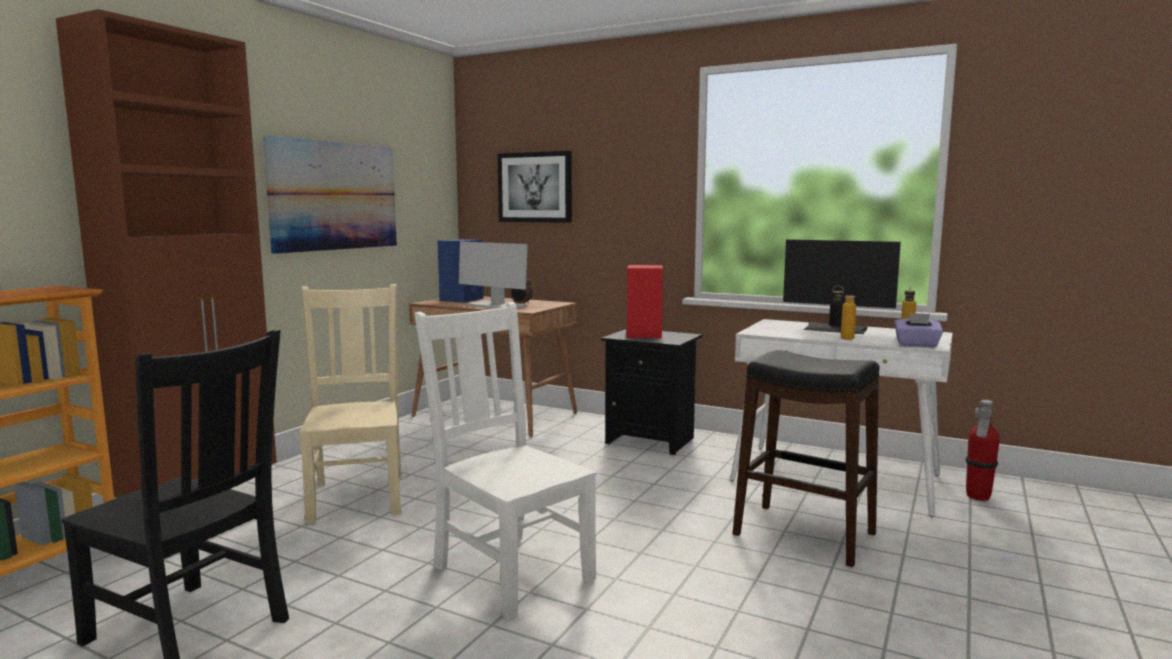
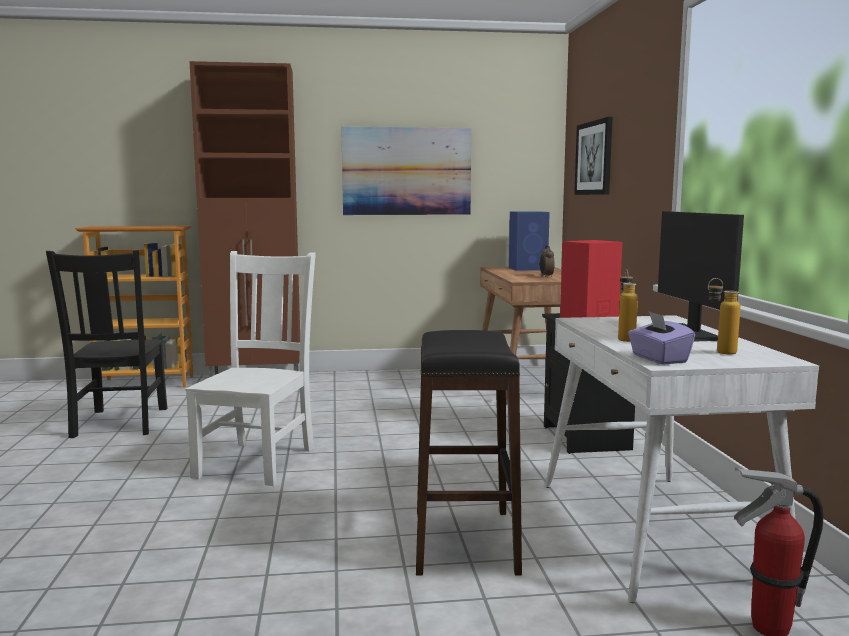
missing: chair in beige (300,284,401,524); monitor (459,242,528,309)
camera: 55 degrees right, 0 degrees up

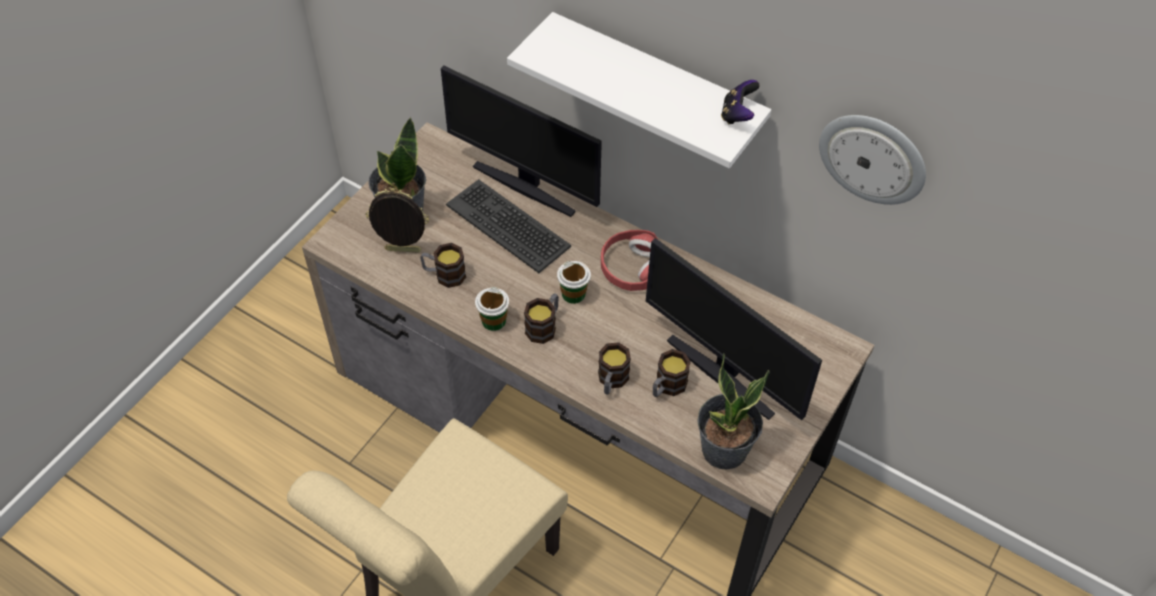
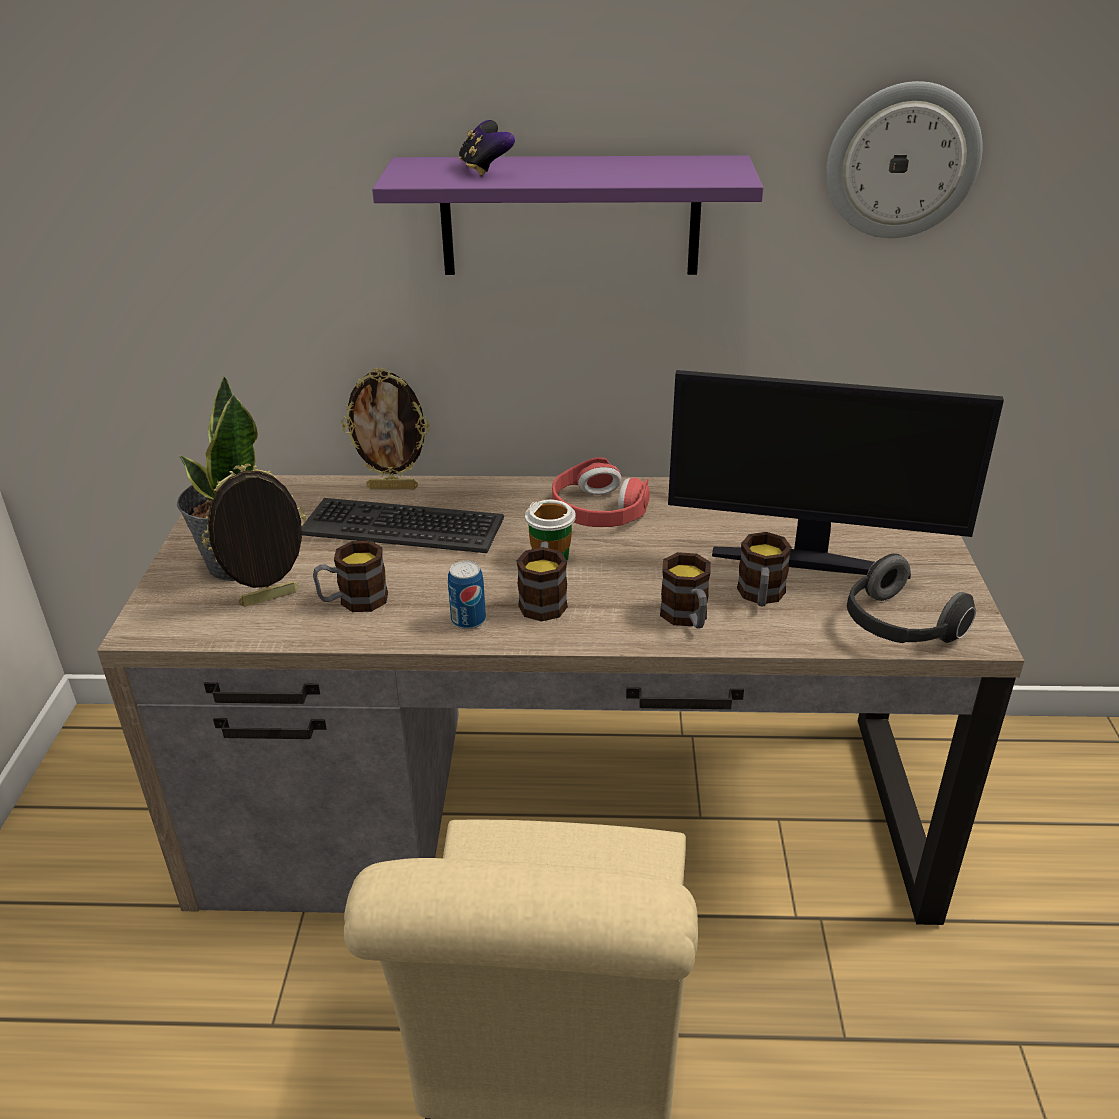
relocated: game controller (721,80,760,125) to (459,120,515,176)
exchanged: monitor (441,66,602,217) to picture frame (341,368,430,489); cup (475,287,509,331) to can (448,561,486,630); potted plant (697,353,770,469) to headphones (847,554,976,643)
colour: shelf in white (507,12,771,168) to shelf in purple (372,155,763,275)
camera: 30 degrees left, 20 degrees down

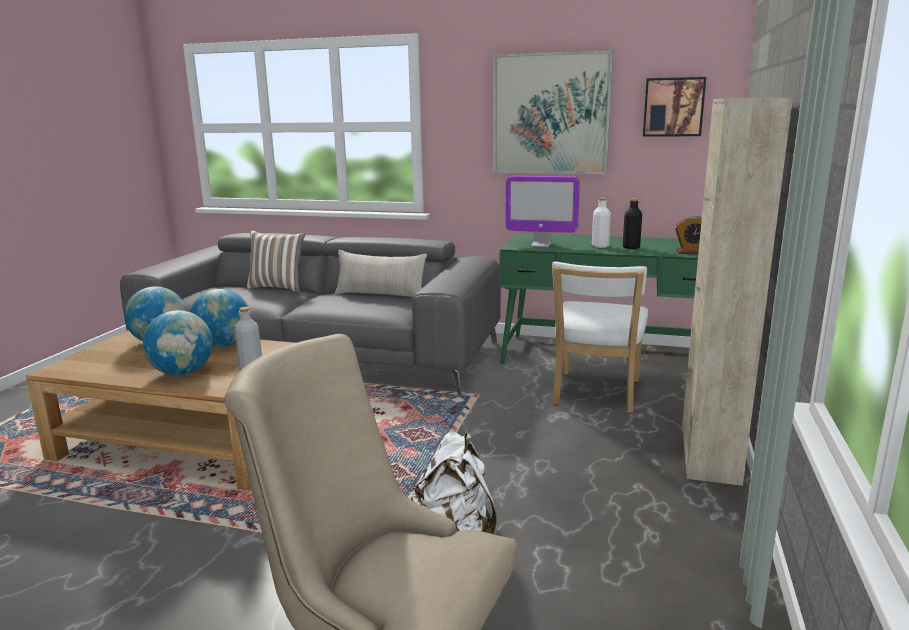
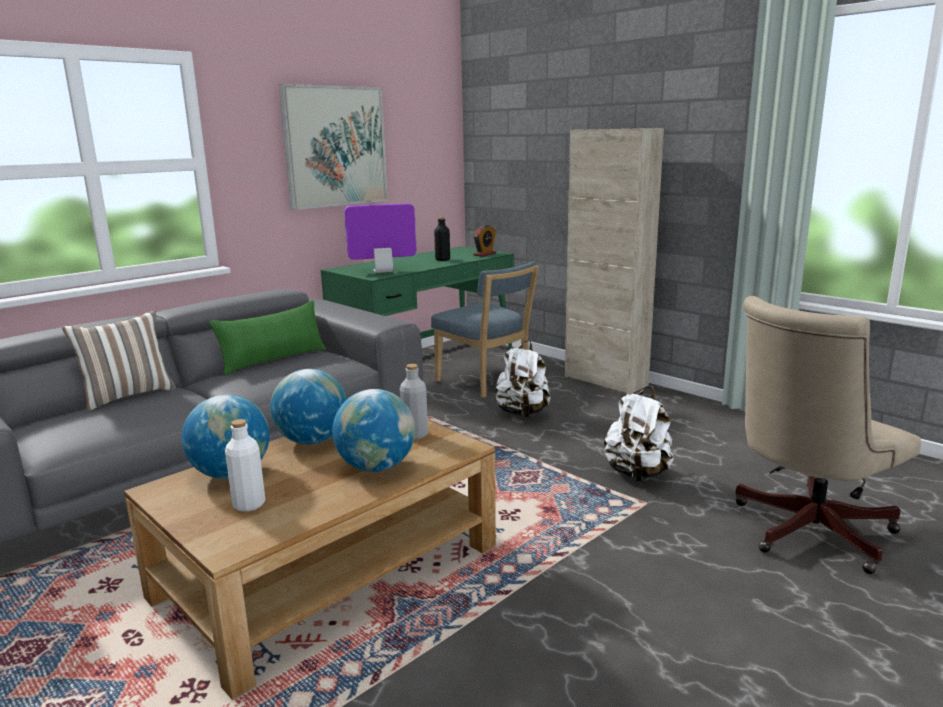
missing: picture (643,77,706,136)
appeared: backpack in white (495,340,551,418)
relocated: bottle in white (592,198,611,248) to (225,419,265,512)
colour: pillow in beige (335,250,427,297) to pillow in green (209,301,326,376); chair in white (552,262,648,413) to chair in blue (431,261,539,398)
spun: monitor (506,176,580,247) = (344,203,416,273) 150 degrees counterclockwise
camera: 60 degrees left, 0 degrees up

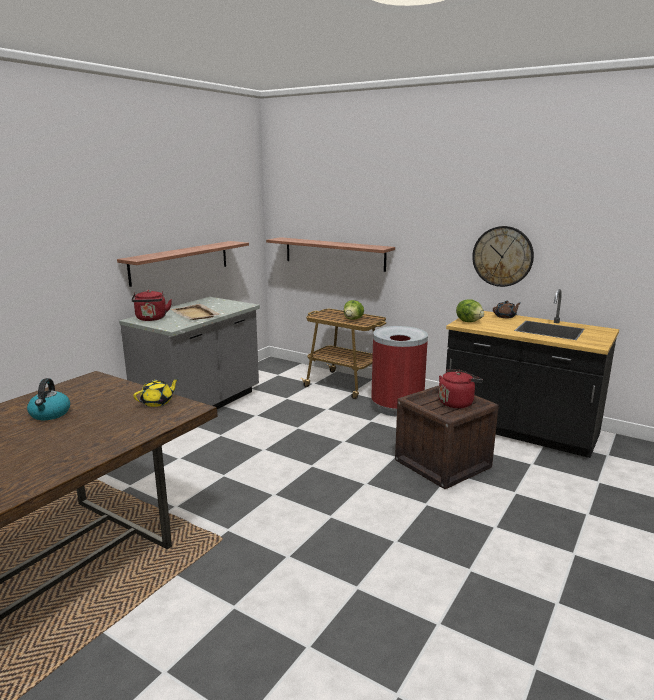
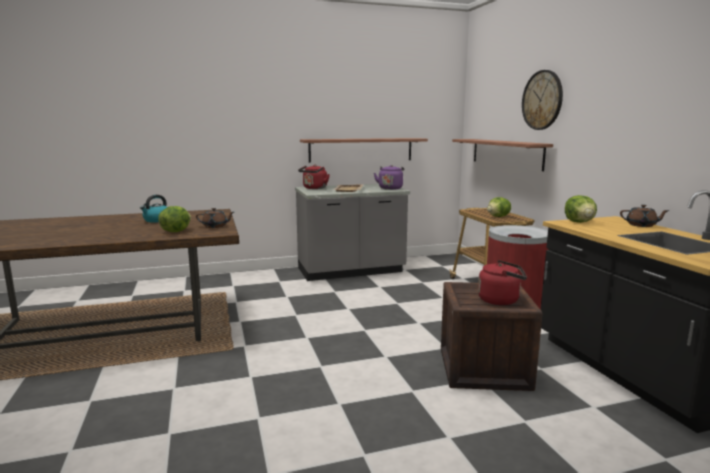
appeared: lettuce (158,206,191,232); kettle in purple (374,165,404,190)
relocated: wall clock (472,226,534,287) to (522,70,563,130)
colour: teapot in yellow (134,378,179,407) to teapot in brown (196,208,234,228)
camera: 40 degrees right, 5 degrees down

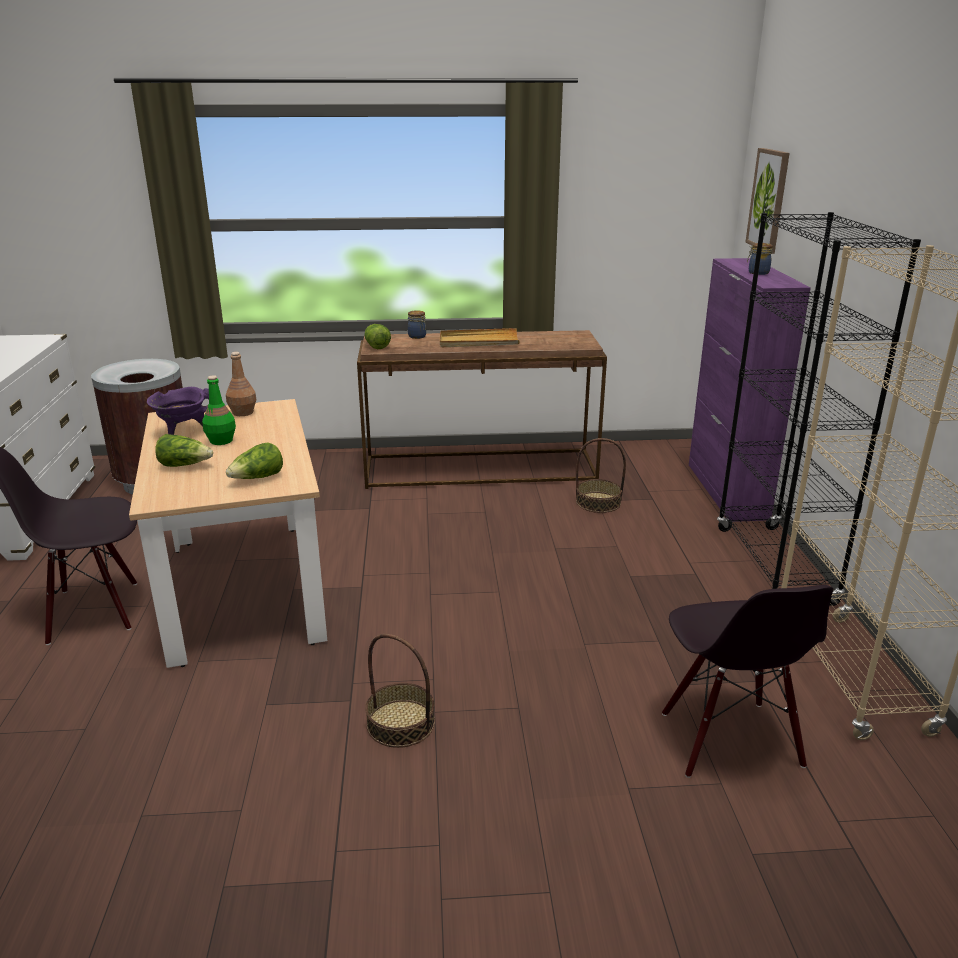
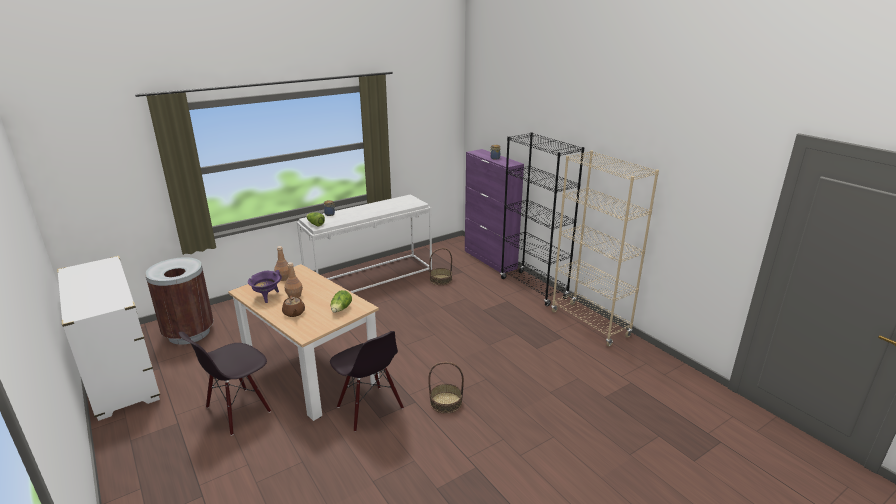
missing: tray in beige (440,328,519,347); picture (746,148,790,254)
relocated: chair in black (662,585,833,778) to (330,331,404,432)
exchanged: lettuce (155,434,213,467) to teapot in brown (282,295,305,317)
colour: bottle in green (202,375,236,445) to bottle in brown (285,262,303,298); console table in brown (357,330,607,489) to console table in white (297,194,432,293)
camera: 30 degrees left, 0 degrees up

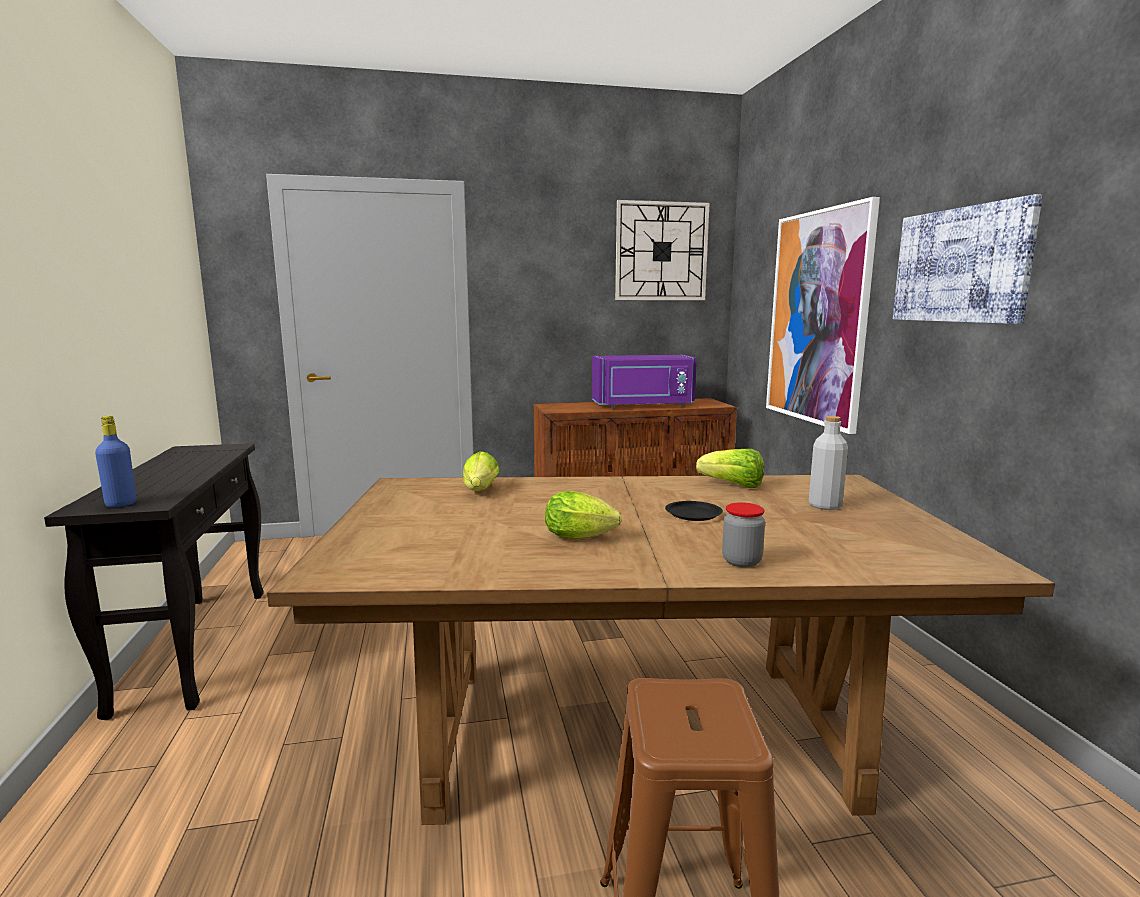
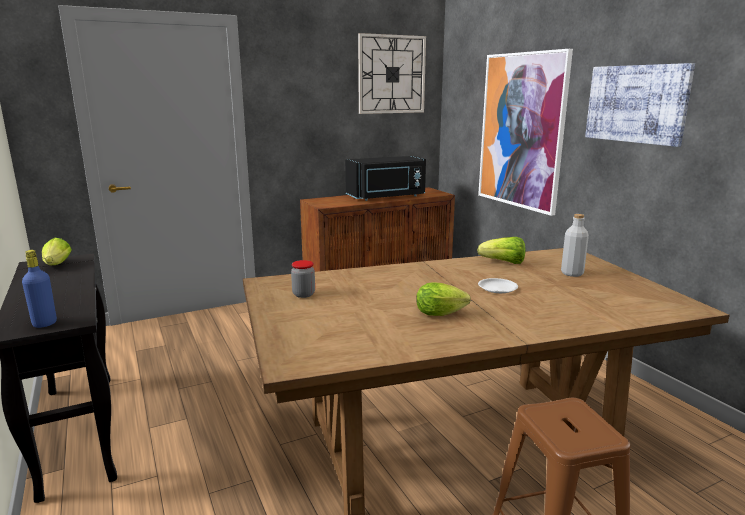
relocated: lettuce (463,451,500,491) to (42,238,72,265); jar (722,502,765,568) to (291,260,315,298)
colour: microwave in purple (592,355,697,408) to microwave in black (345,156,426,201); plate in black (665,501,723,521) to plate in white (478,278,518,293)
camera: 15 degrees left, 5 degrees up

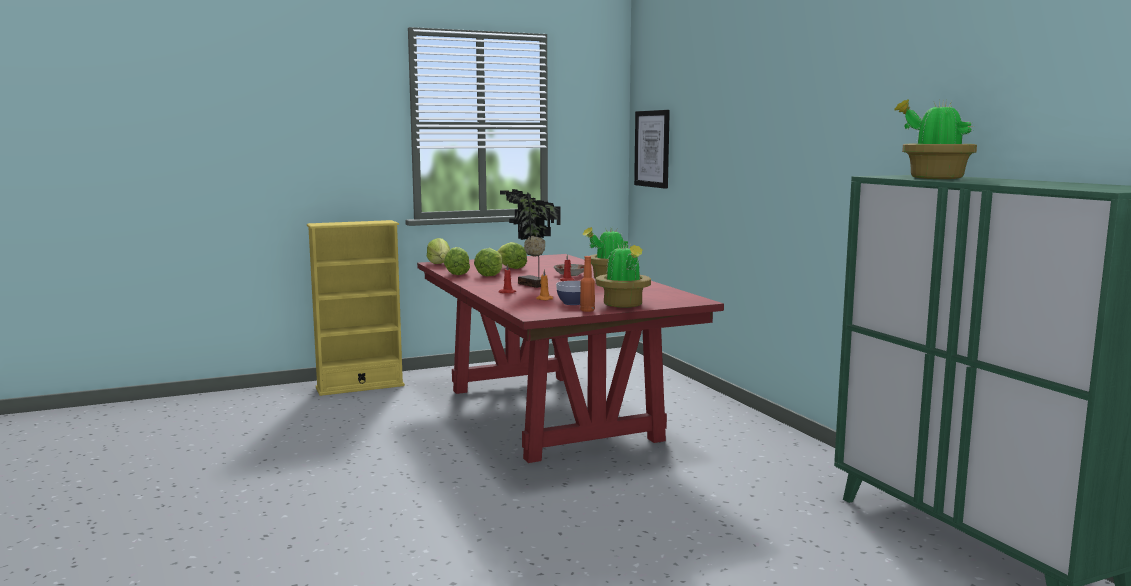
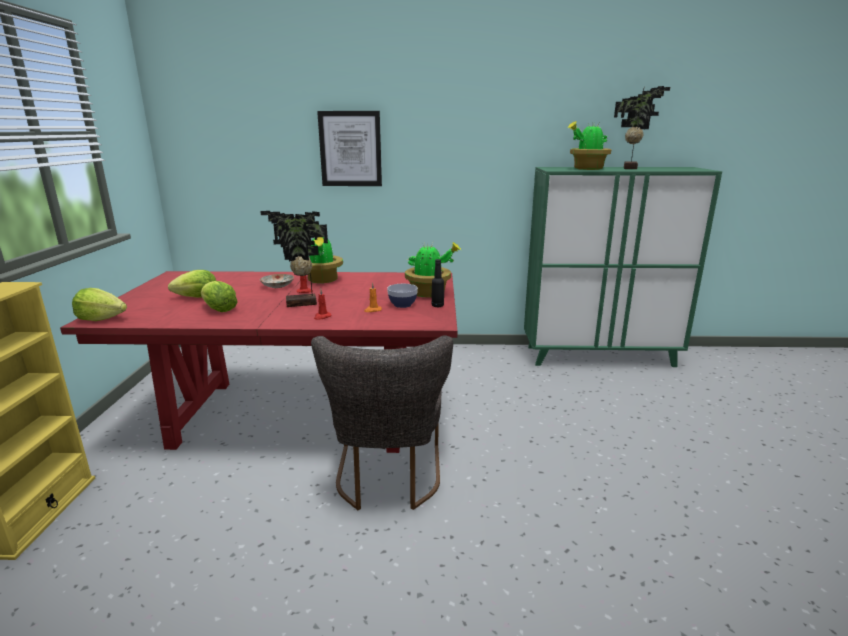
missing: lettuce (444,247,470,275)
appeared: chair in grey (311,336,453,510); potted plant (614,86,670,169)
relocated: picture (634,110,670,189) to (317,111,382,186)
colour: bottle in orange (580,256,595,312) to bottle in black (432,259,444,307)
camera: 65 degrees left, 10 degrees up

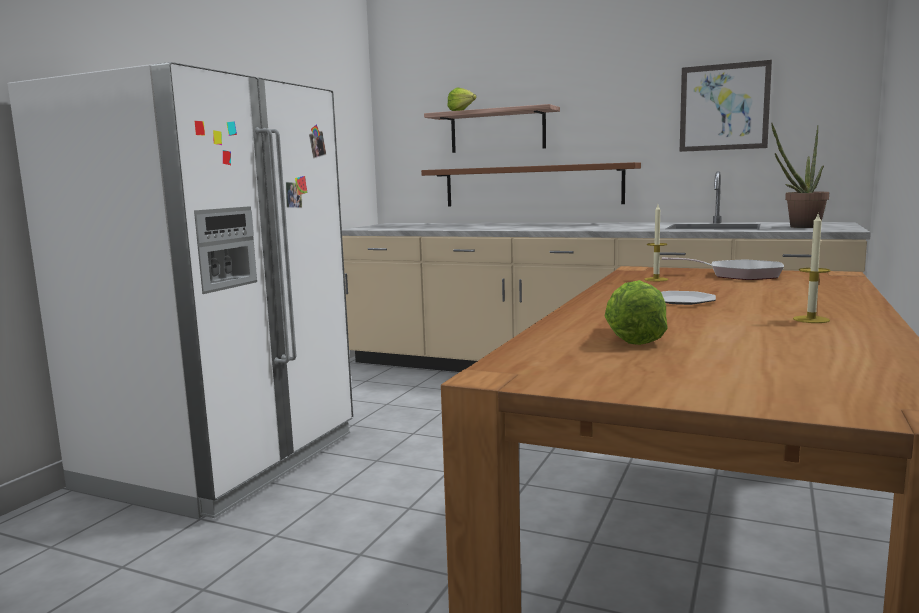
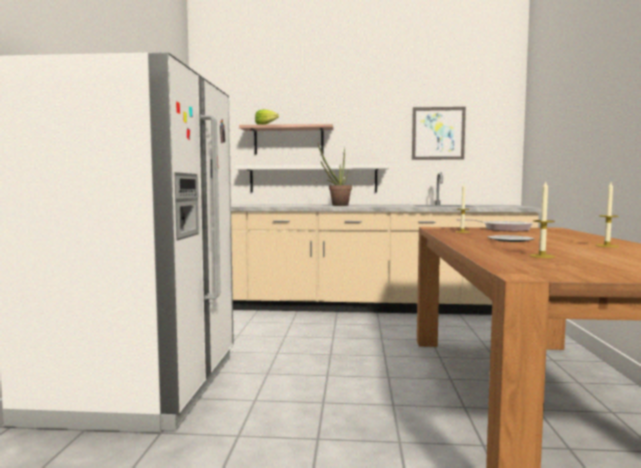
relocated: potted plant (771,123,829,228) to (318,144,352,206)
exchanged: lettuce (604,280,668,345) to candle (530,181,555,258)
colour: shelf in brown (421,162,641,206) to shelf in white (235,165,389,193)
camera: 20 degrees left, 5 degrees down

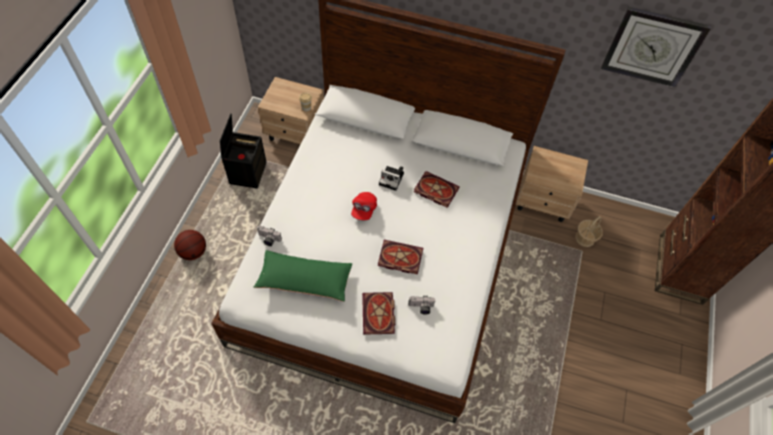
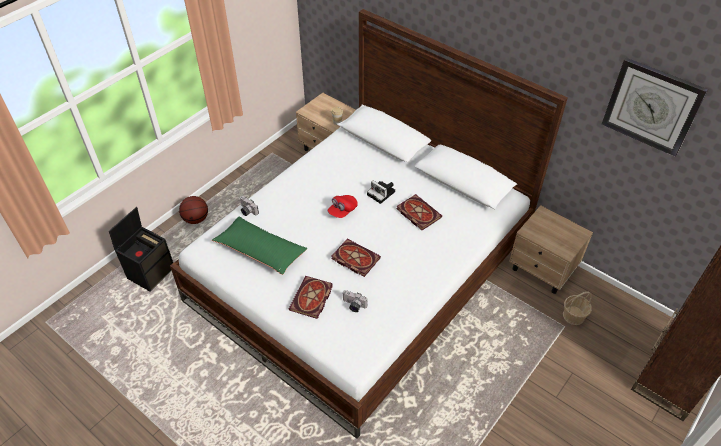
relocated: storage box in black (220,113,267,189) to (109,207,173,292)
camera: 25 degrees right, 10 degrees down

